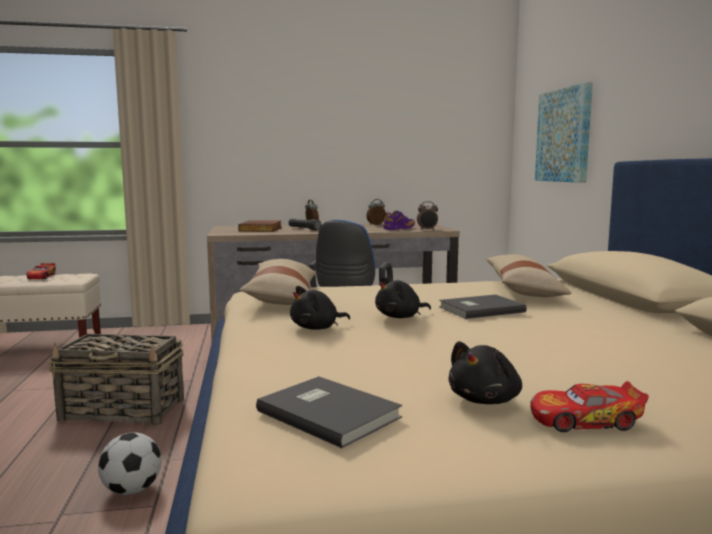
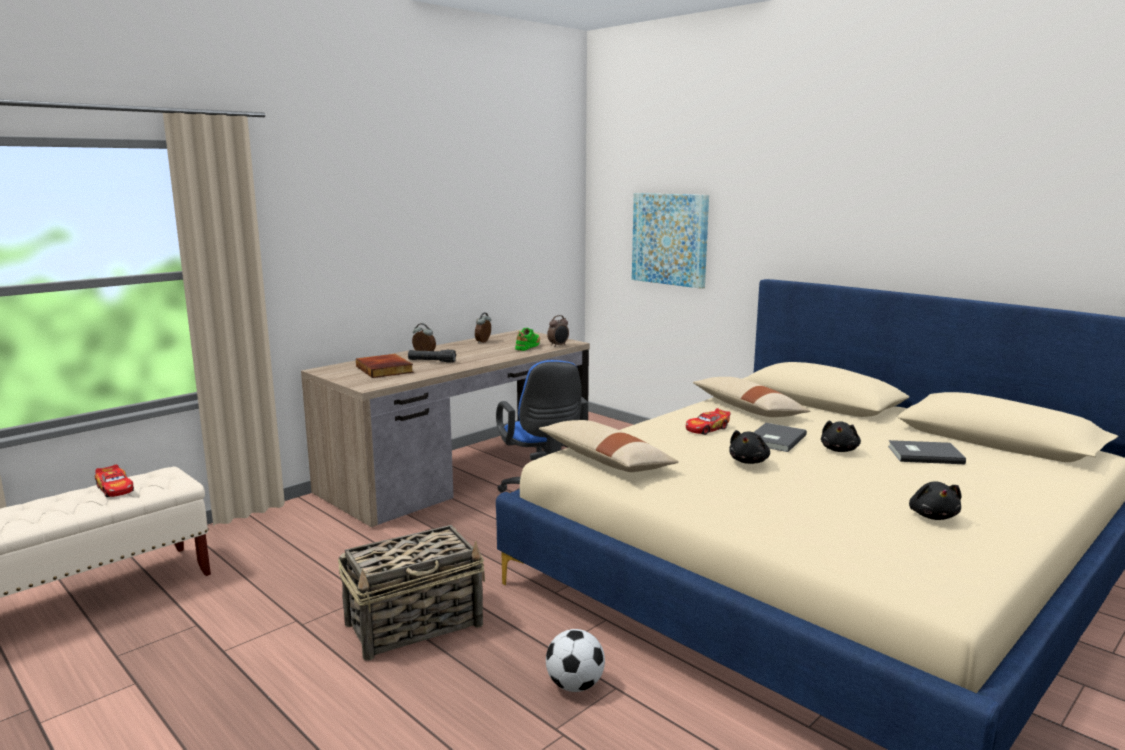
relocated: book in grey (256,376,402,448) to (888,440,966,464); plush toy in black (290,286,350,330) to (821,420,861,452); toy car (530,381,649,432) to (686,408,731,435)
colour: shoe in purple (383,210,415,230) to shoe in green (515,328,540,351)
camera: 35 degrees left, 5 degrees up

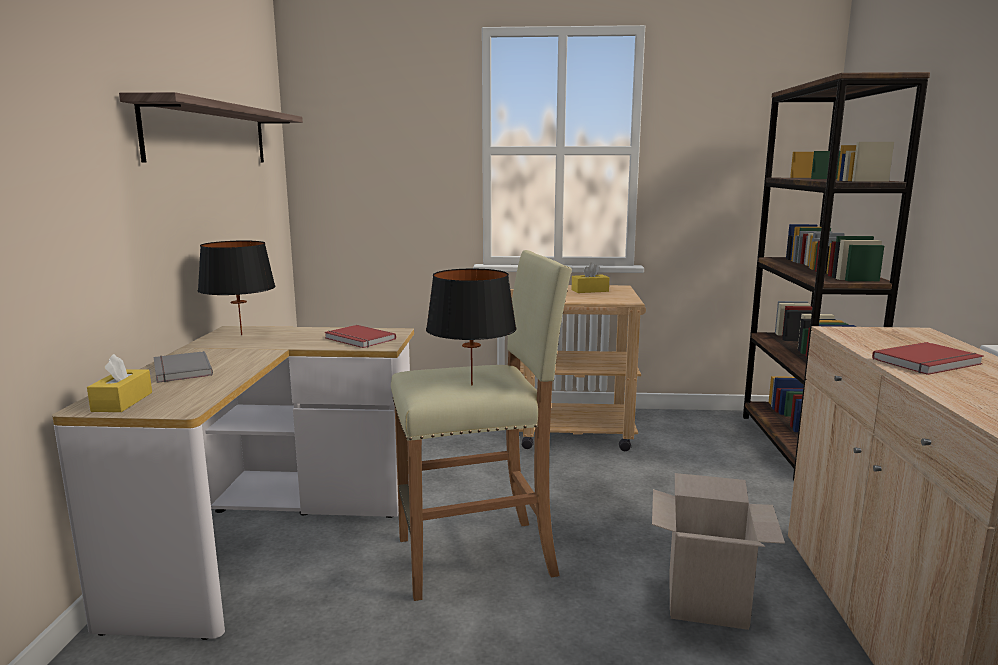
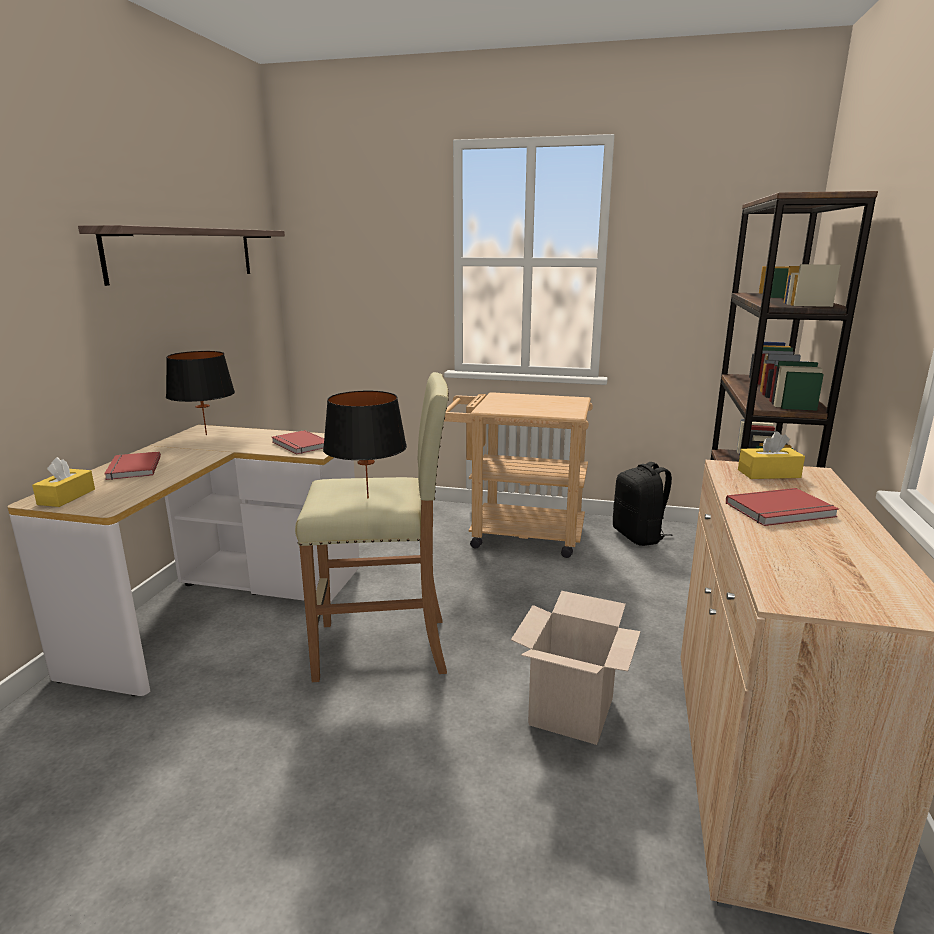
appeared: backpack in black (613,462,673,546)
relocated: tissue box in yellow (572,262,609,293) to (738,432,805,479)
colour: book in grey (154,351,213,383) to book in red (104,452,161,480)
camera: 10 degrees right, 5 degrees up

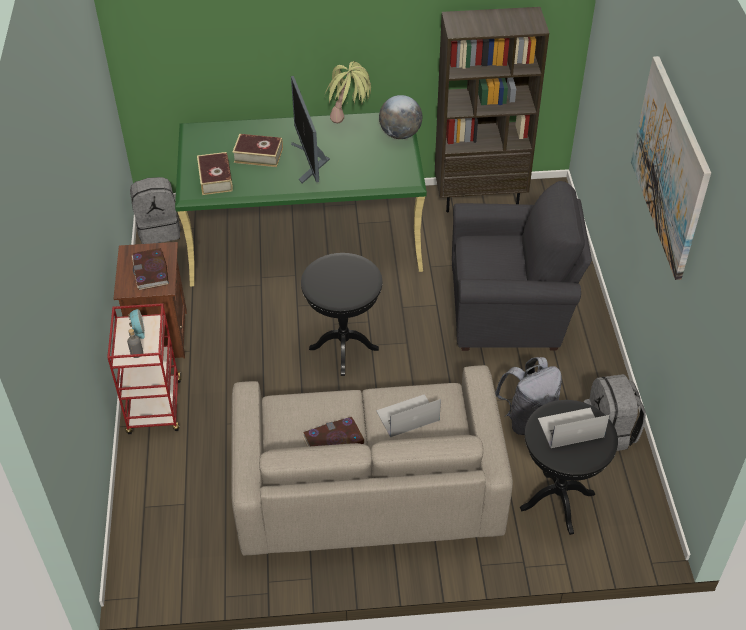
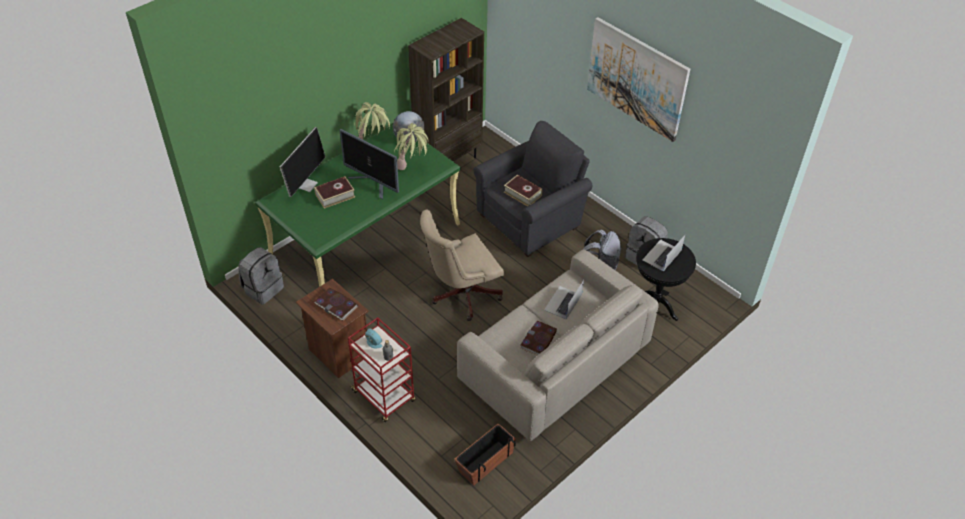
appeared: monitor (280,127,325,197); potted plant (394,123,429,170); planter (454,423,516,486)
relocated: book (197,152,233,195) to (504,174,542,206)
exchanged: side table in black (301,253,382,376) to office chair in beige (420,210,504,321)
camera: 40 degrees left, 0 degrees up

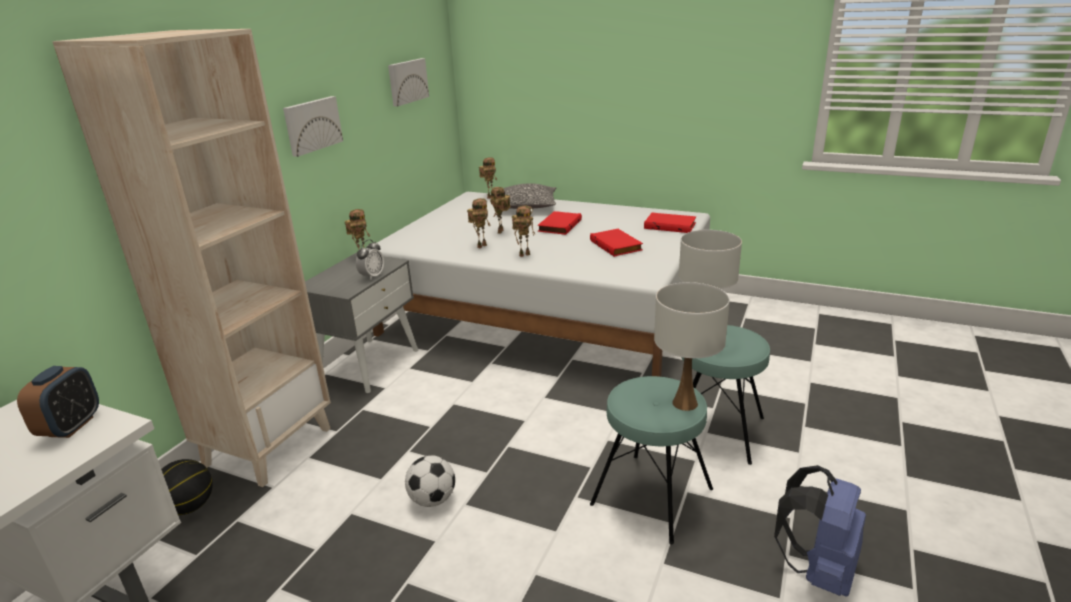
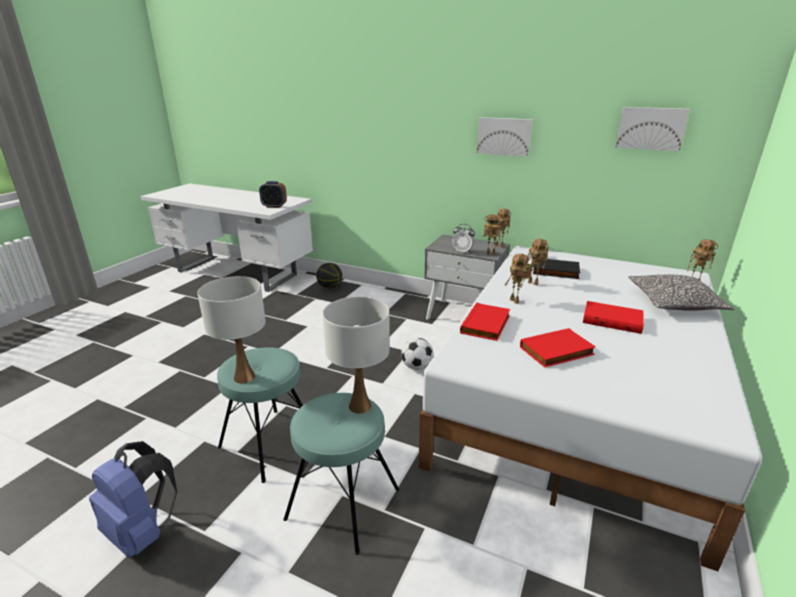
missing: bookcase in beige (52,29,331,487)
appeared: book in black (533,259,580,279)
relocated: football (405,455,455,507) to (401,338,434,370); toy robot (490,187,510,234) to (483,214,501,255); book in red (644,213,696,233) to (460,303,510,341)
camera: 90 degrees right, 0 degrees up

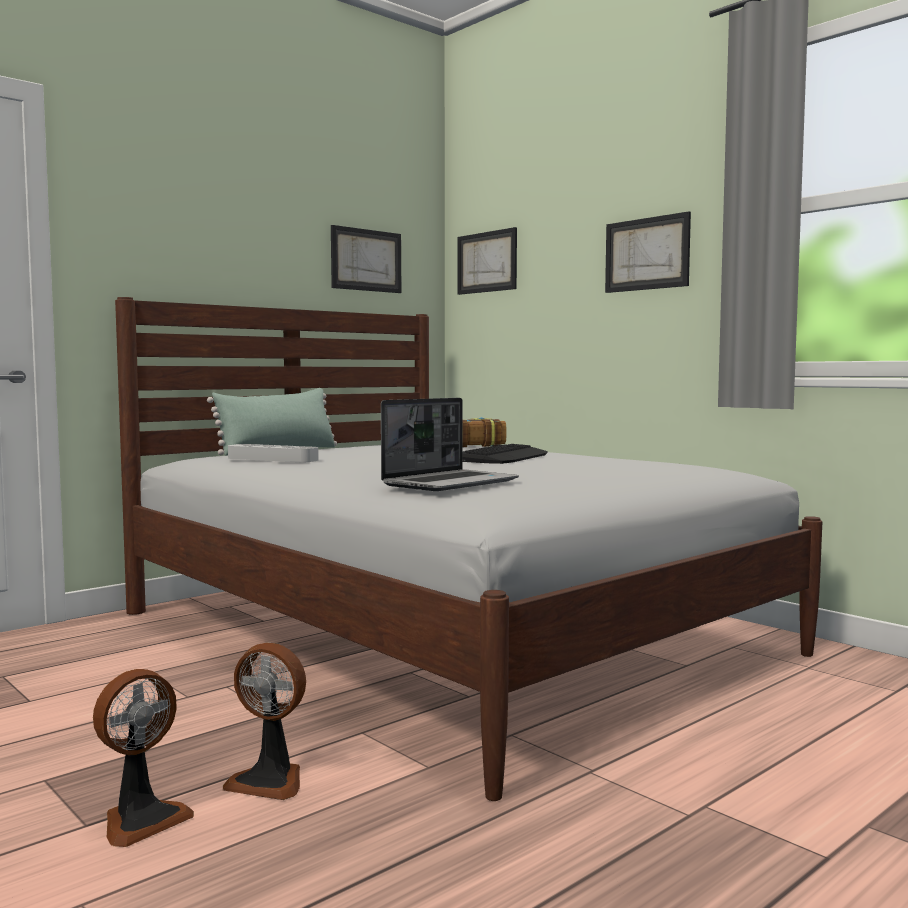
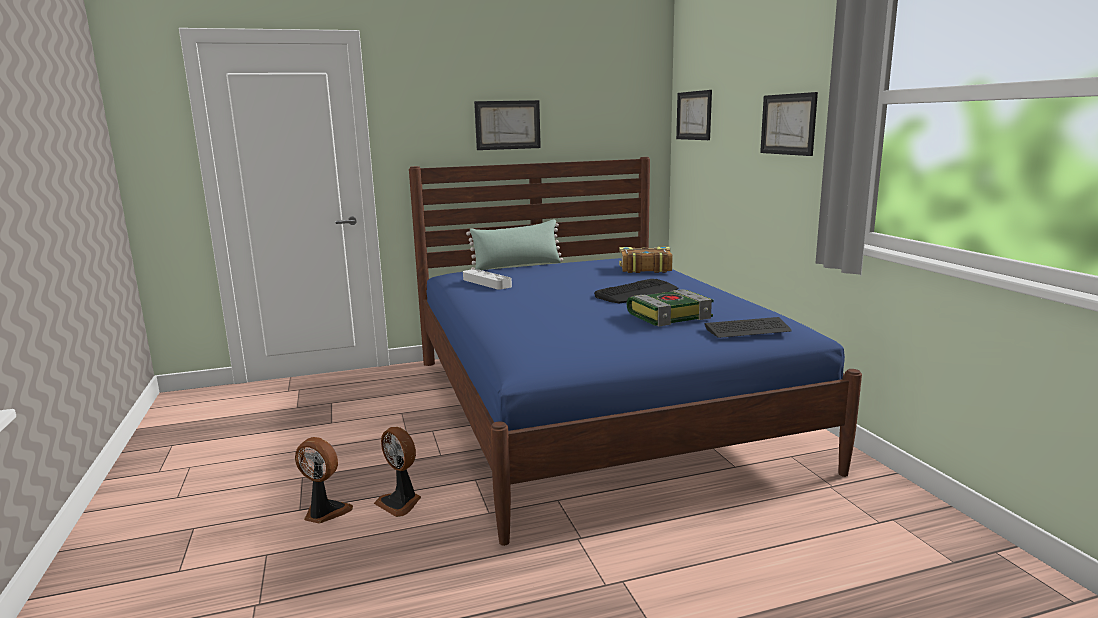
missing: laptop (381,398,519,491)
appeared: book (627,289,714,326); keyboard (704,317,792,338)
relocated: picture (331,225,401,293) to (474,100,541,150)
colour: bed in white (115,297,822,801) to bed in blue (409,157,862,546)
spun: fan (93,669,194,847) = (295,437,353,523) 135 degrees counterclockwise
camera: 25 degrees right, 10 degrees up

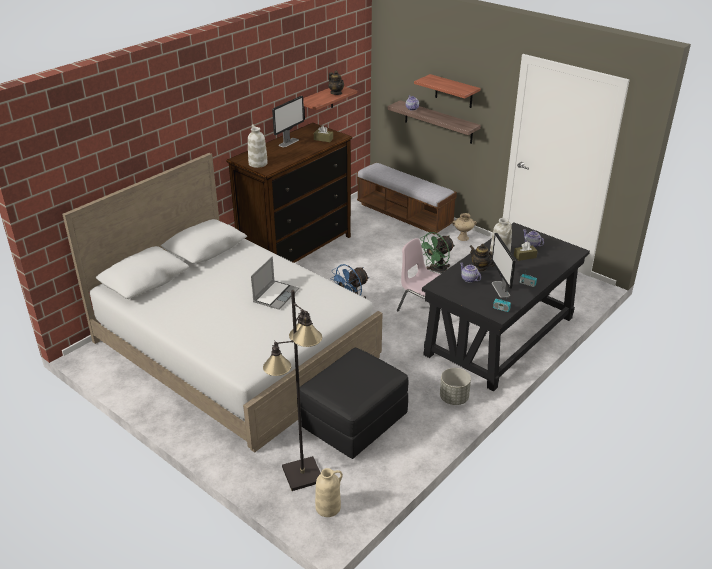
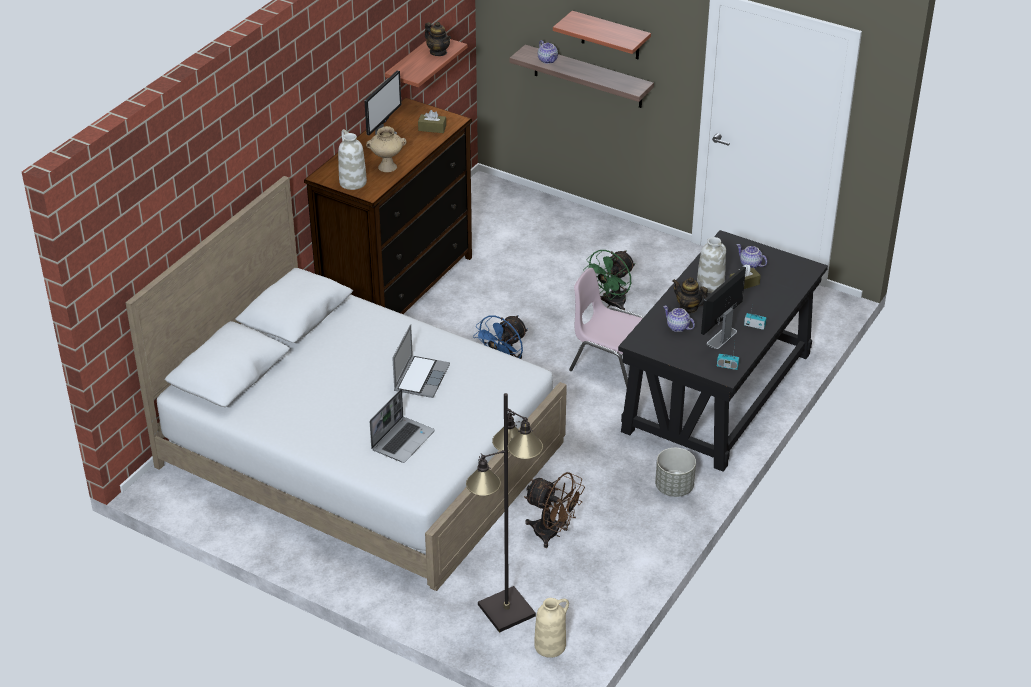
missing: bench (357,162,457,235)
appeared: laptop (370,389,435,463)
relocated: vase in beige (452,213,477,241) to (366,126,406,172)
exchanged: ottoman in black (300,348,408,459) to fan in brown (524,472,585,548)
spun: monitor (492,233,516,298) = (701,266,746,349) 60 degrees clockwise
camera: 10 degrees left, 5 degrees up

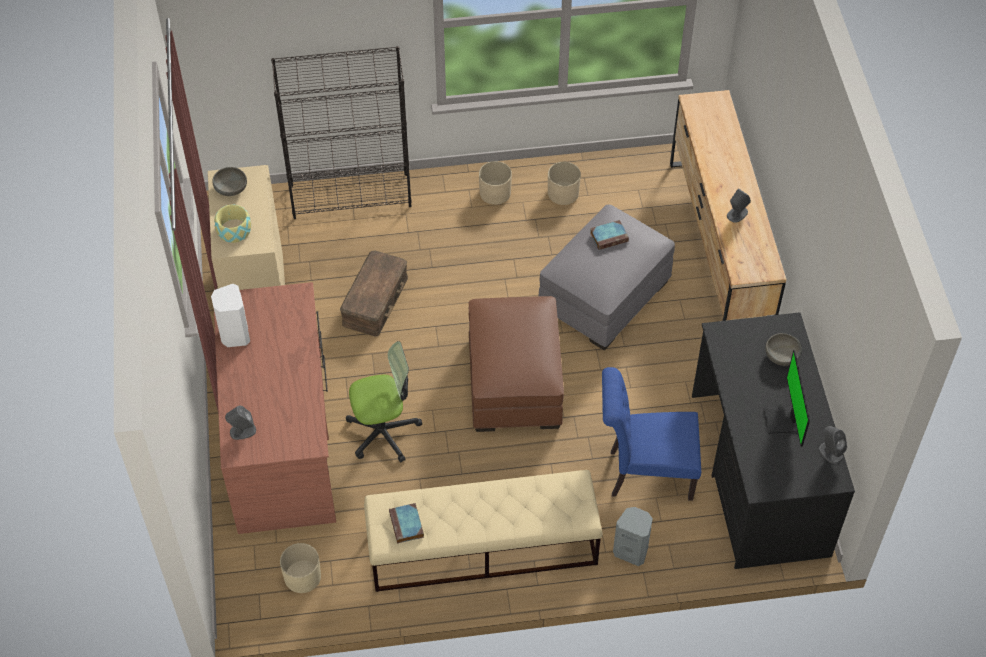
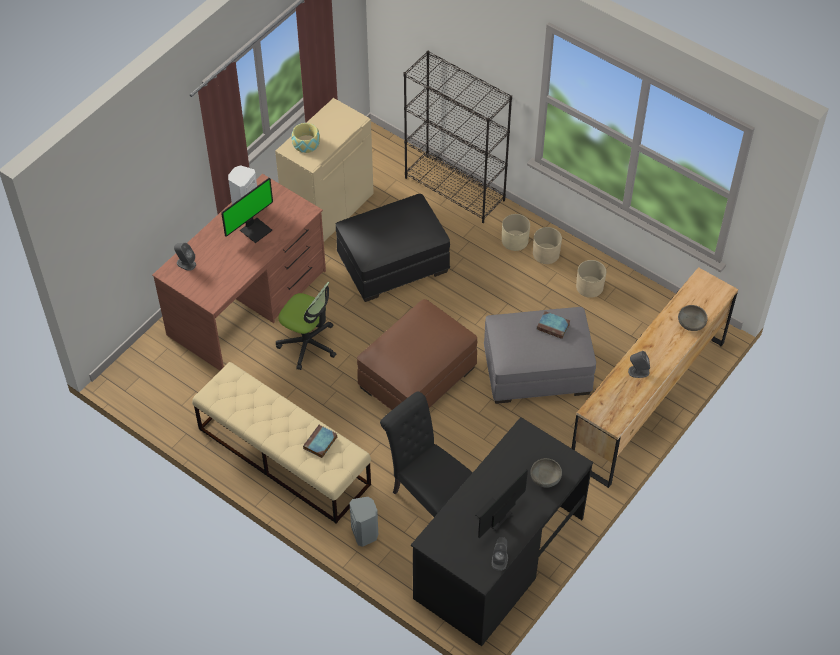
appeared: monitor (221,178,273,243)
relocated: bowl in grey (212,167,247,196) to (678,305,707,331); planter in beige (280,543,321,593) to (502,214,530,251); book (389,503,424,543) to (303,425,337,458)
exchanged: storage box in brown (340,251,408,337) to ottoman in black (336,194,450,302)
colour: chair in blue (602,367,701,501) to chair in black (380,391,473,517)
camera: 45 degrees right, 0 degrees up

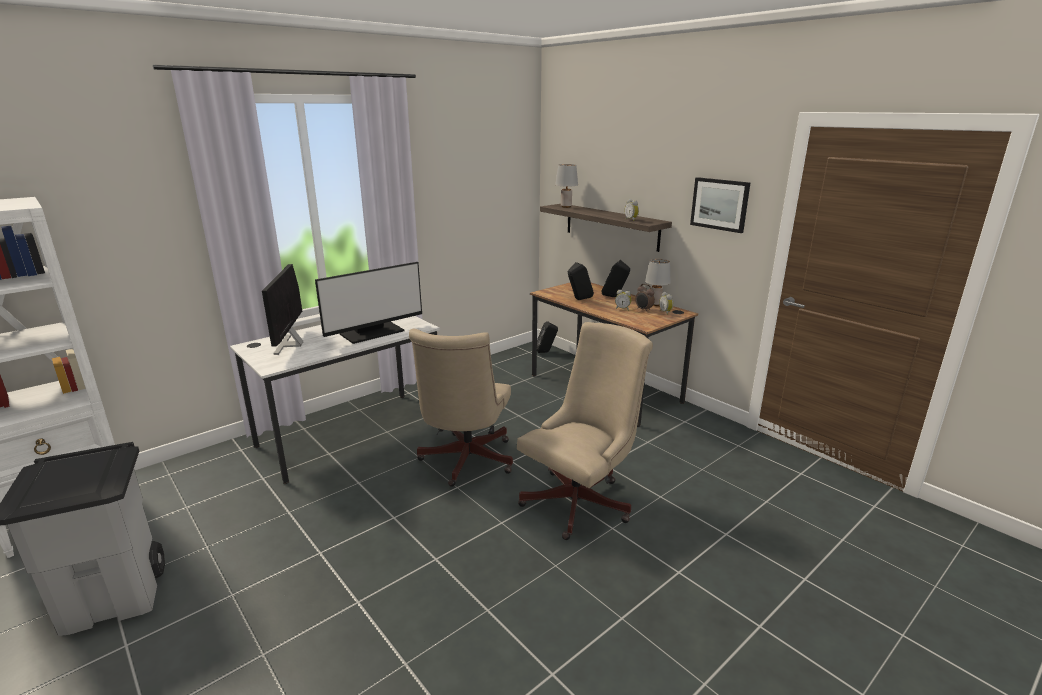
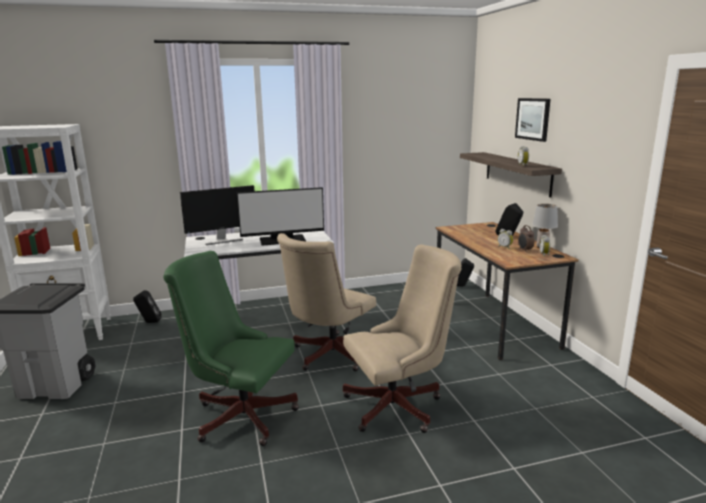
missing: table lamp in grey (555,164,578,208)
appeared: office chair in green (163,251,299,446)
relocated: speaker in black (568,262,594,300) to (133,290,161,323); picture (690,177,750,233) to (515,98,550,142)
spun: monitor (262,264,303,355) = (180,185,254,245) 135 degrees counterclockwise
camera: 25 degrees right, 5 degrees down

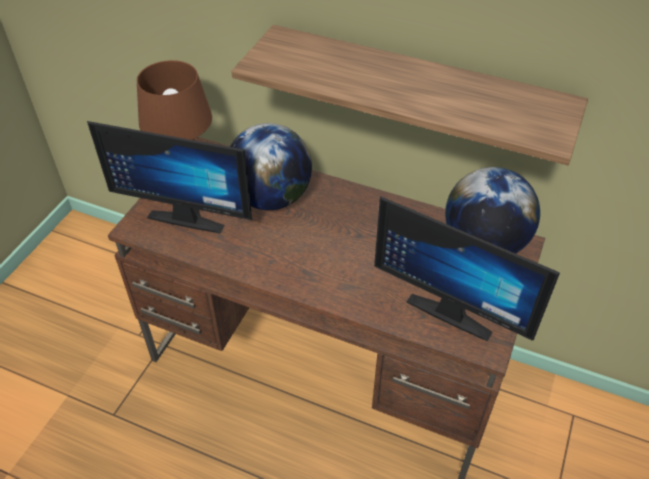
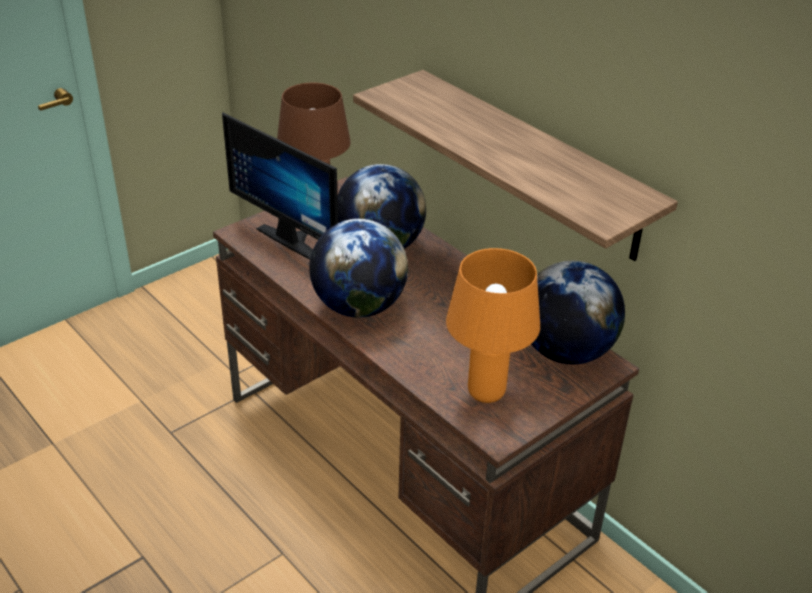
appeared: globe (309,219,408,318)
exchanged: monitor (374,196,560,342) to table lamp in orange (446,248,540,403)
camera: 25 degrees right, 10 degrees down

